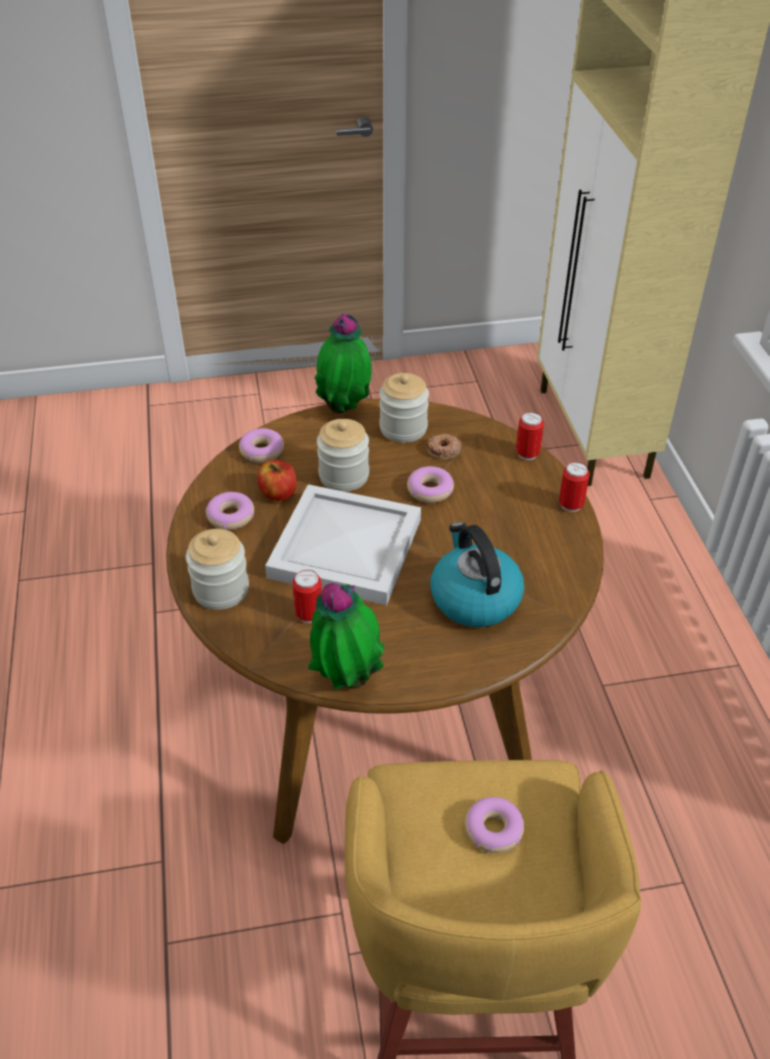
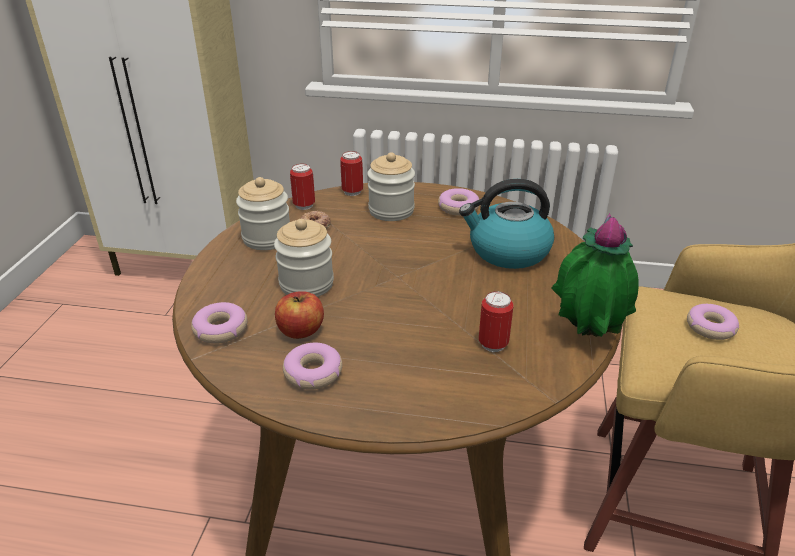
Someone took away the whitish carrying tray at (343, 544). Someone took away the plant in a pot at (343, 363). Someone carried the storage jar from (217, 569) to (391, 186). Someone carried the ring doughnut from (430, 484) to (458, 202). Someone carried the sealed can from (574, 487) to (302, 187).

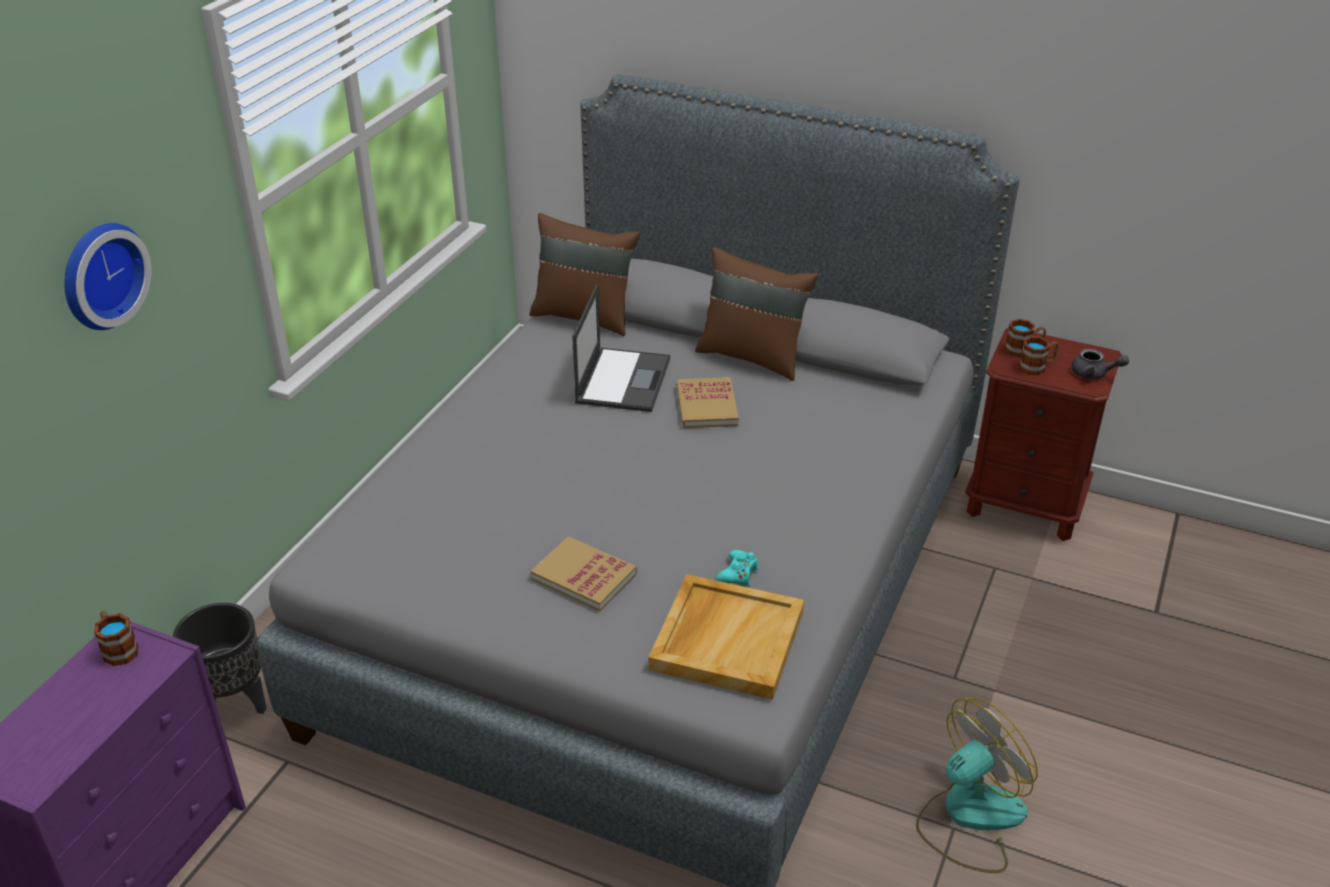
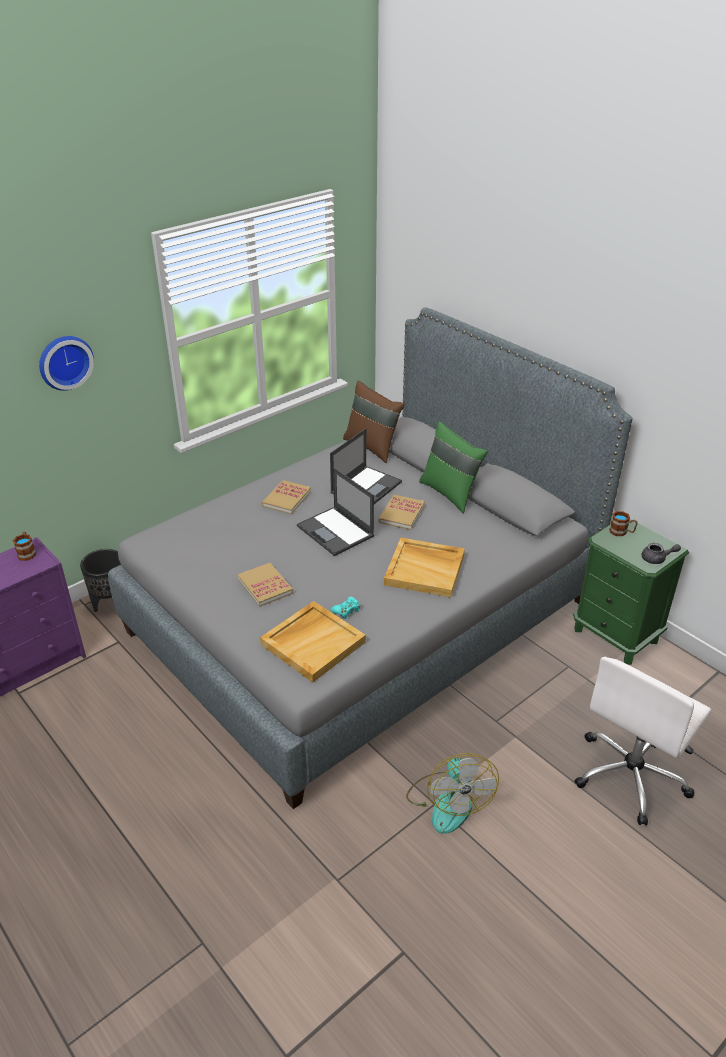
Someone took away the tea mug at (1039, 355). Someone put down the bound book at (286, 497). Someone put down the portable computer at (335, 512). Someone put down the beige carrying tray at (424, 568). Someone put down the whitish office chair at (643, 741). Someone repainted the brown-coloured cushion at (756, 314), which became the green cushion at (453, 467). Someone repainted the brown-coloured bedside table at (1043, 434), which became the green bedside table at (631, 592). Someone rotated the cooling fan at (977, 785) by 90 degrees clockwise. Someone rotated the gray tea pot at (1100, 364) by 45 degrees counterclockwise.

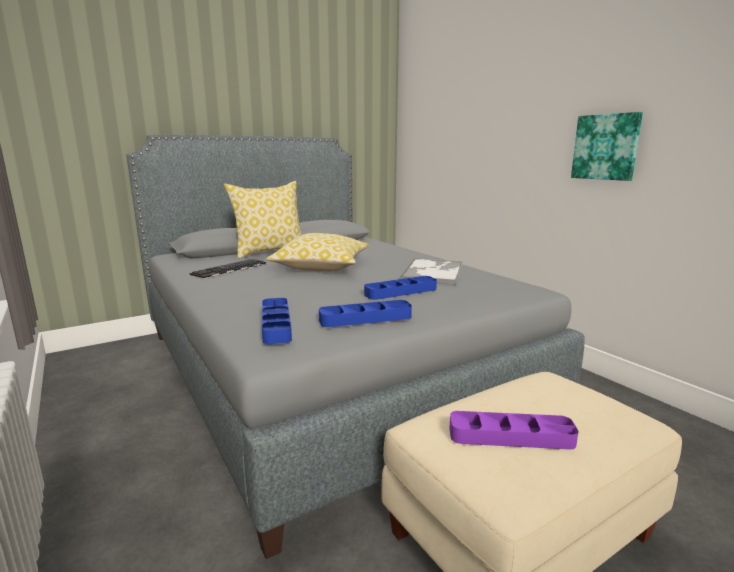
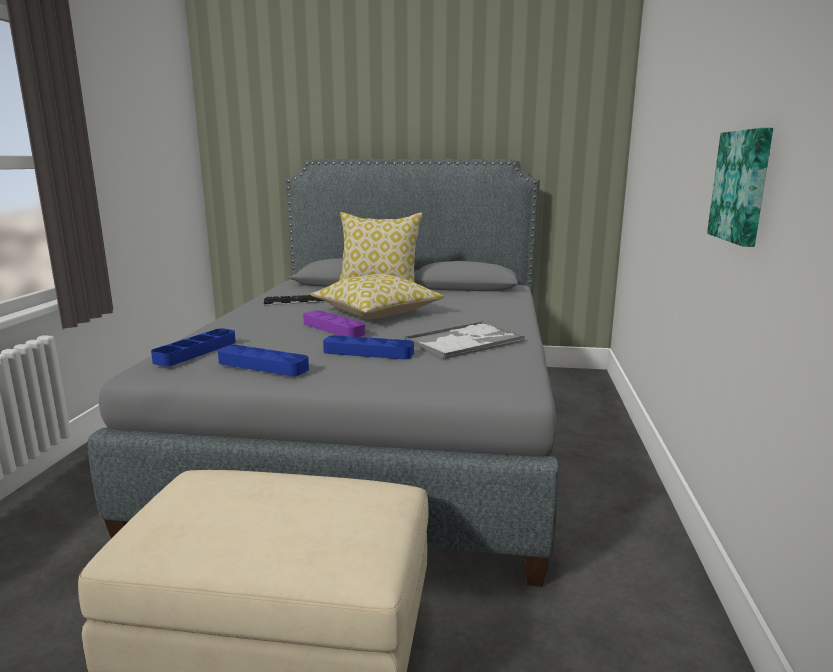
Someone carried the purple-coloured carrying tray from (513, 430) to (334, 324).

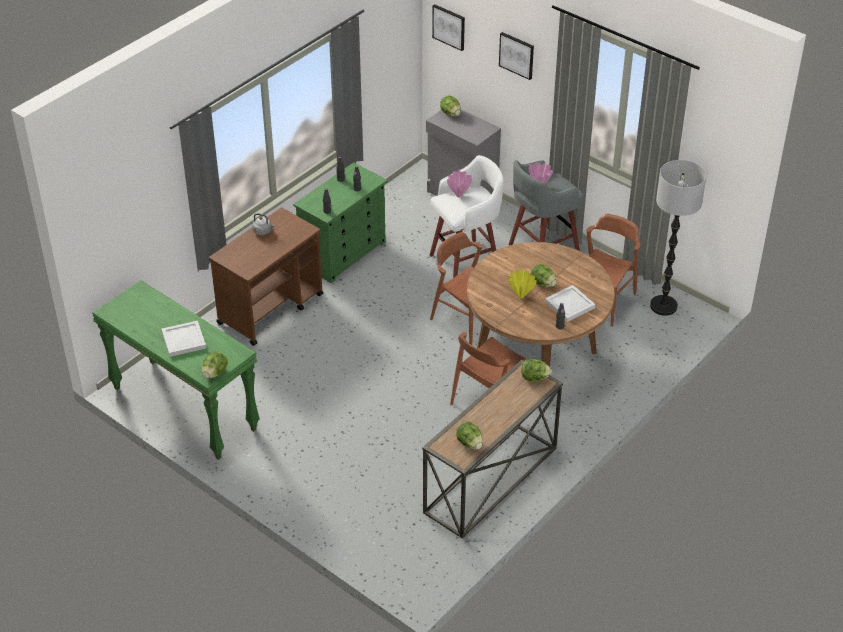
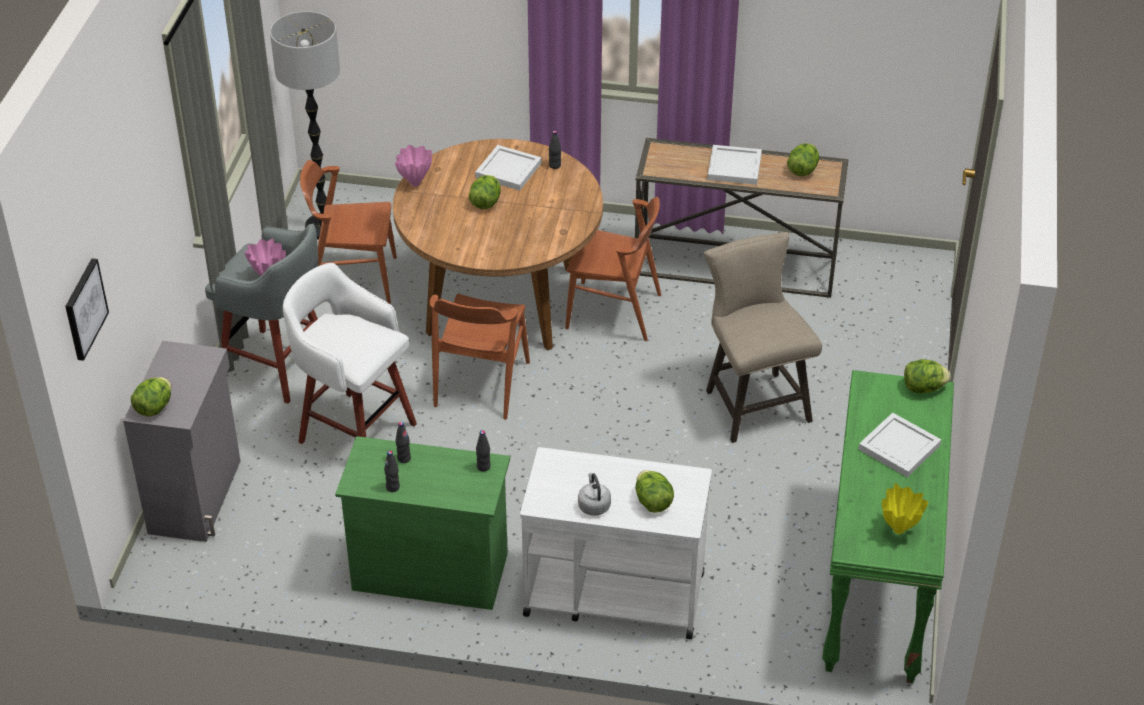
Someone took away the wall art at (516, 56). Someone put down the beige sitting stool at (763, 337). Someone put down the whitish carrying tray at (734, 165). Someone carried the pink vase from (459, 183) to (413, 166). Someone carried the yellow vase from (522, 283) to (905, 508). Someone carried the lettuce from (536, 370) to (654, 491). Someone repainted the brown-coloured wheeled cart at (266, 277), which became the whitish wheeled cart at (616, 543).

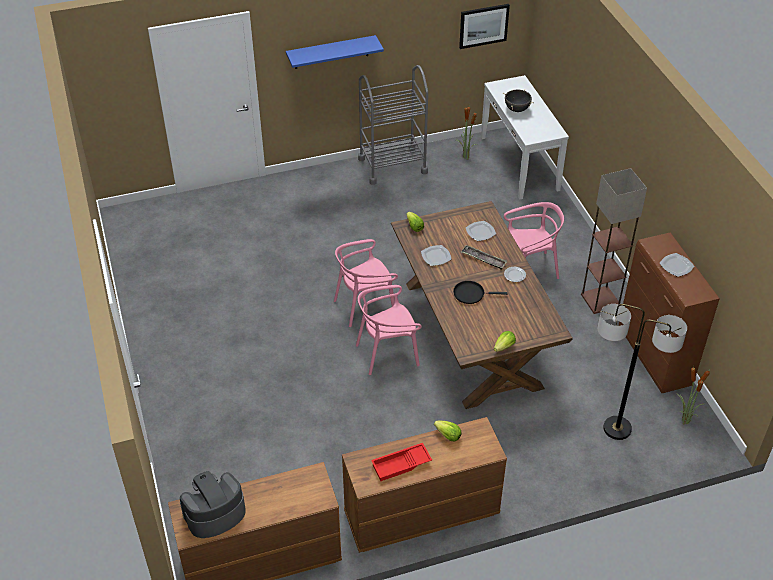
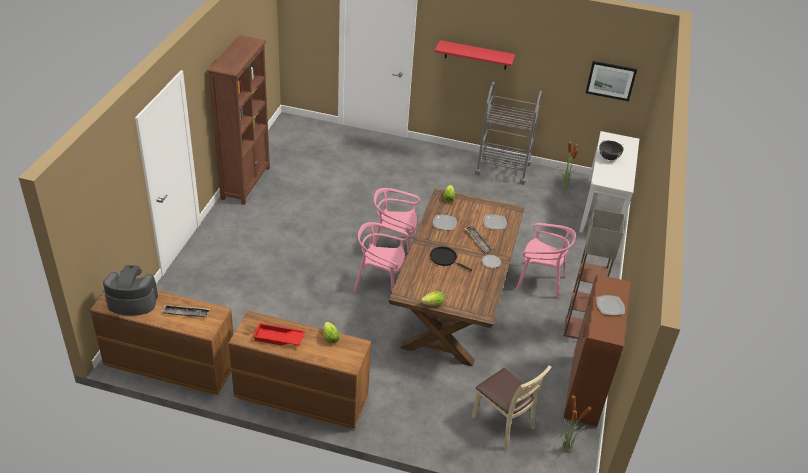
Someone put down the carrying tray at (186, 311). Someone put down the brown-coloured shelving unit at (238, 120). Someone swapped the standard lamp at (642, 372) for the beige plain chair at (512, 407). Someone repainted the bluish shelf at (335, 52), which became the red shelf at (475, 55).

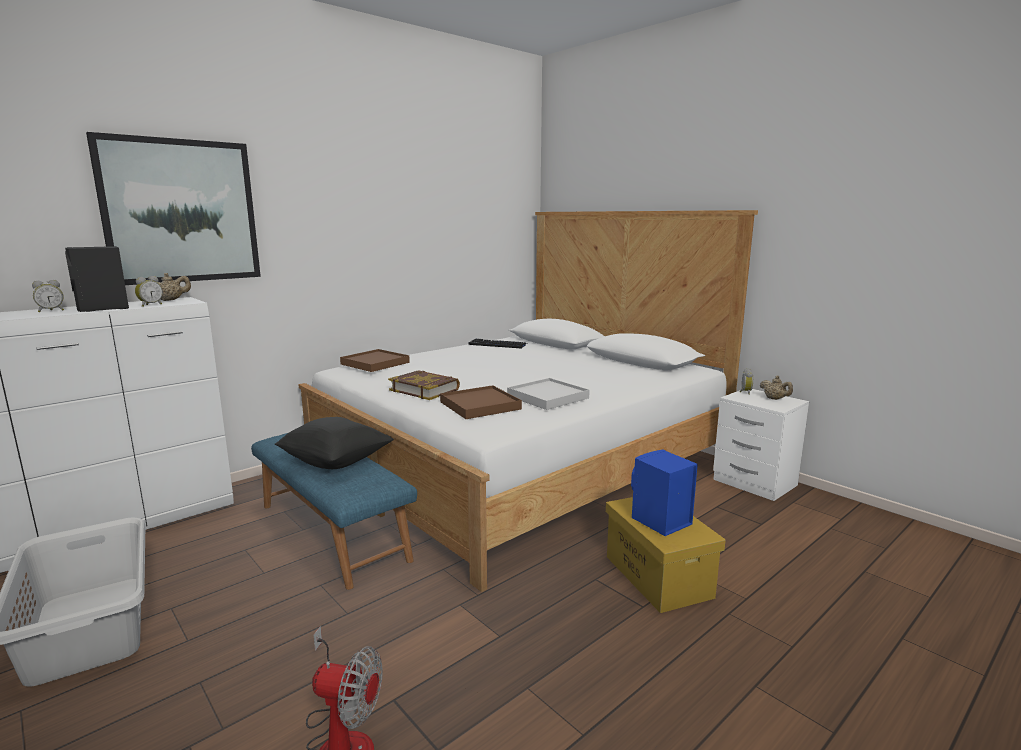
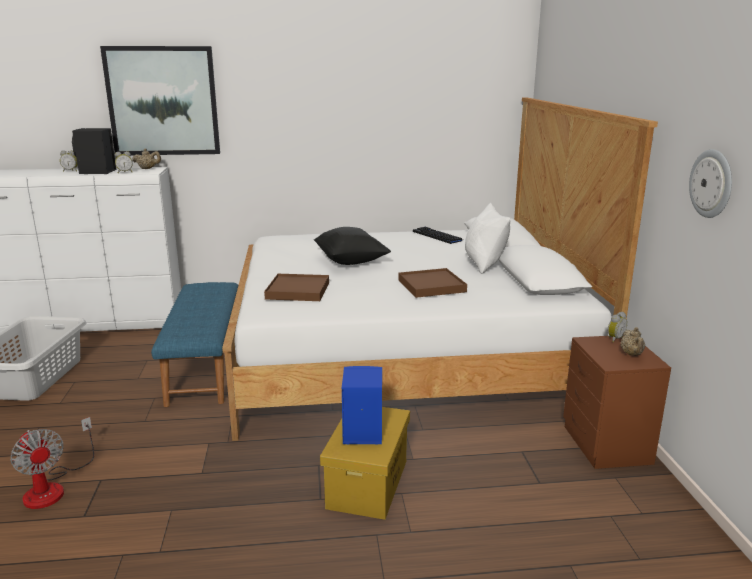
Someone took away the bound book at (424, 385). Someone took away the whitish carrying tray at (548, 394). Someone put down the whitish cushion at (487, 238). Someone put up the hanging clock at (710, 183). Someone carried the black cushion from (334, 443) to (352, 246). Someone carried the brown-coloured carrying tray from (375, 360) to (432, 283). Someone repainted the whitish bedside table at (761, 445), which became the brown-coloured bedside table at (617, 402).

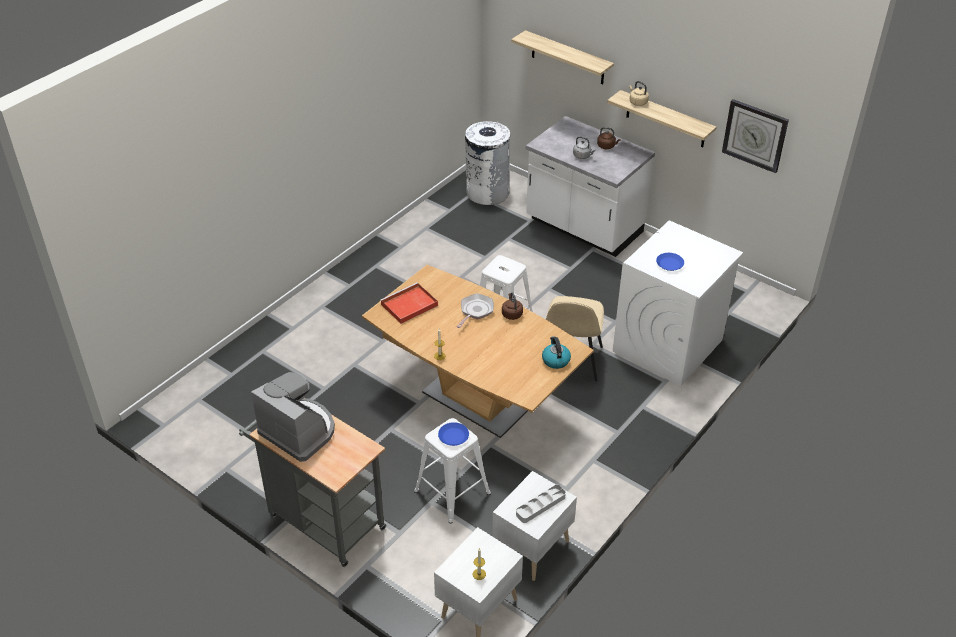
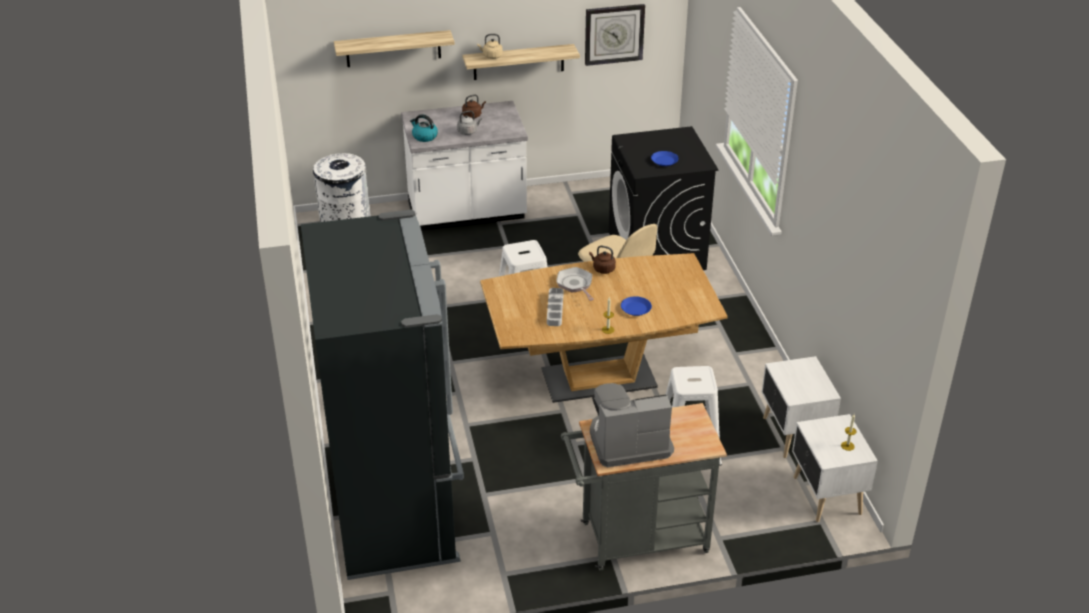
Someone took away the red carrying tray at (409, 303). Someone put down the black fridge at (382, 395). Someone carried the bluish dinner plate from (453, 434) to (636, 306). Someone carried the gray carrying tray from (541, 504) to (555, 307). Someone carried the tea kettle from (556, 352) to (424, 128). Someone repainted the whitish laundry machine at (678, 303), which became the black laundry machine at (664, 198).

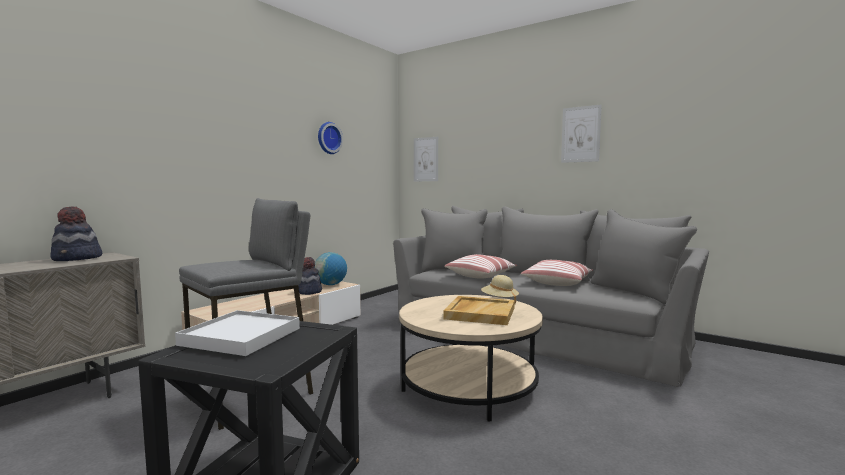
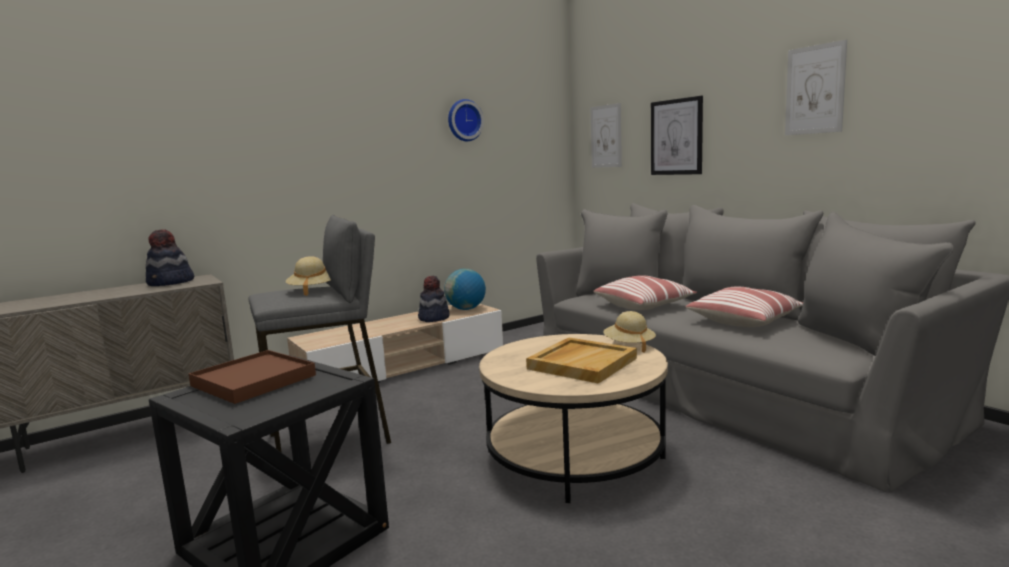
Someone put down the beige wearable hat at (308, 276). Someone put up the wall art at (677, 135). Someone repainted the whitish carrying tray at (237, 333), which became the brown-coloured carrying tray at (252, 377).

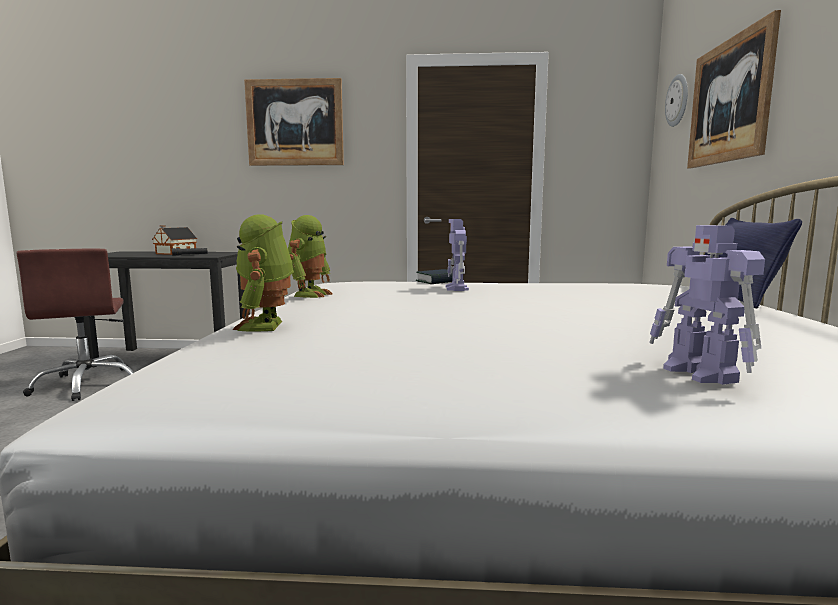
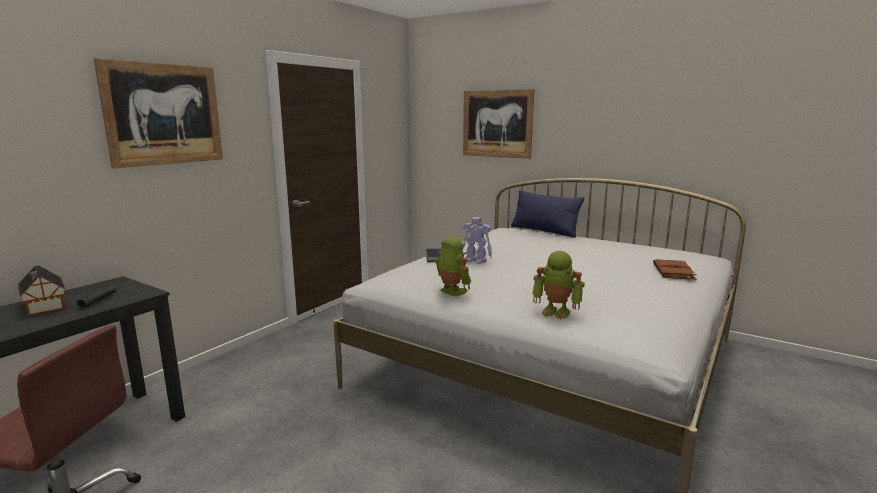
Someone took away the hanging clock at (676, 100). Someone swapped the toy robot at (707, 305) for the brown-coloured bound book at (675, 270).

